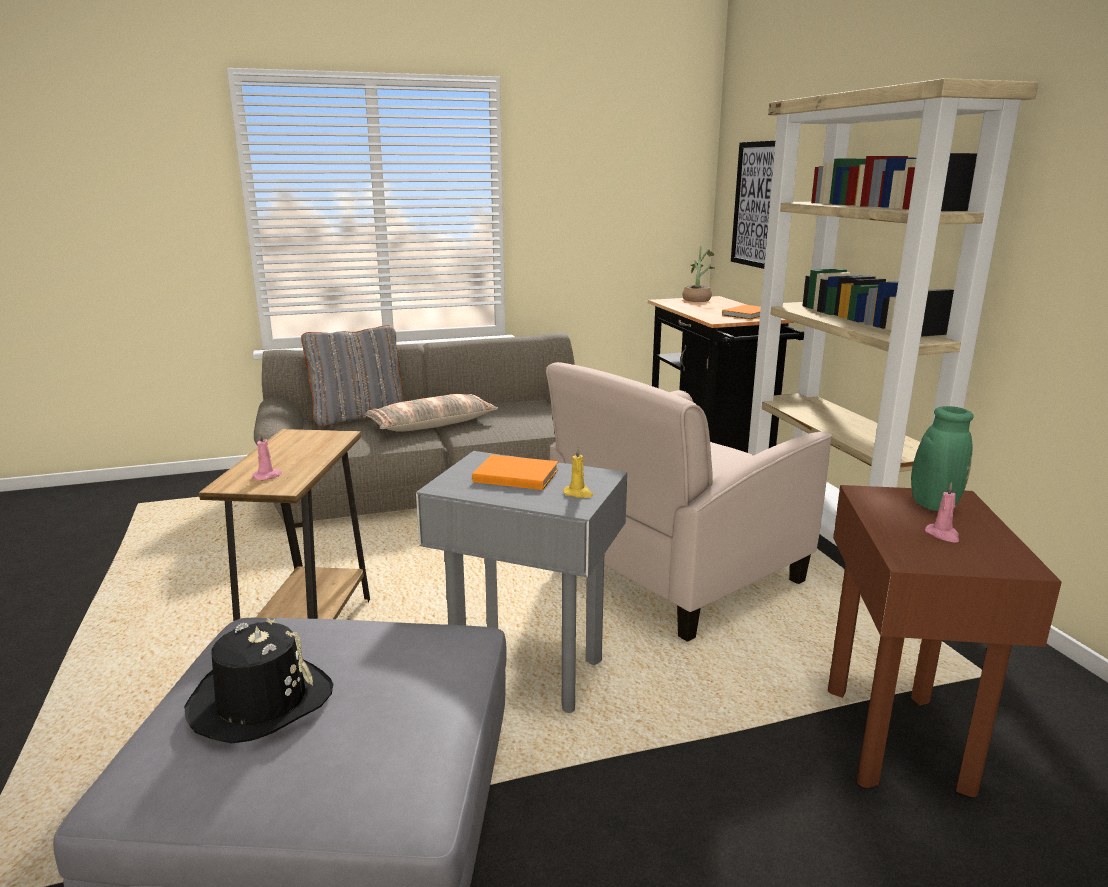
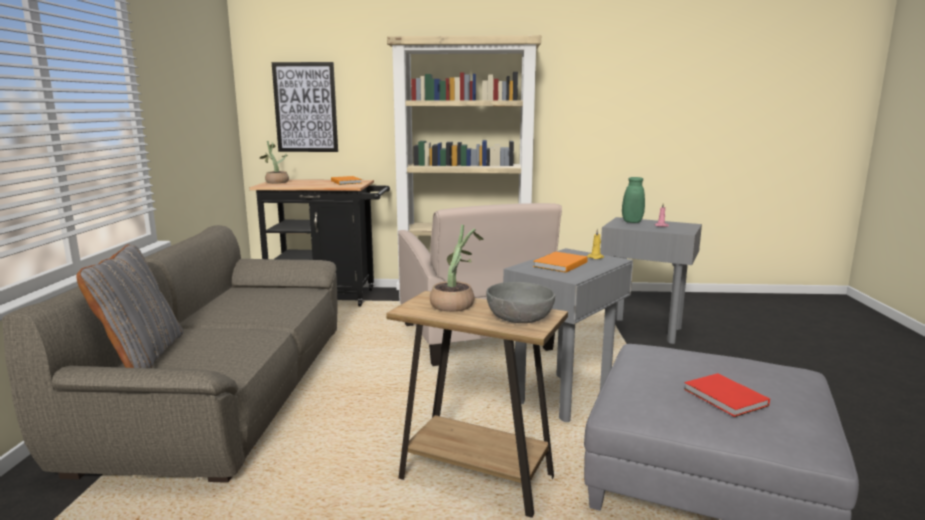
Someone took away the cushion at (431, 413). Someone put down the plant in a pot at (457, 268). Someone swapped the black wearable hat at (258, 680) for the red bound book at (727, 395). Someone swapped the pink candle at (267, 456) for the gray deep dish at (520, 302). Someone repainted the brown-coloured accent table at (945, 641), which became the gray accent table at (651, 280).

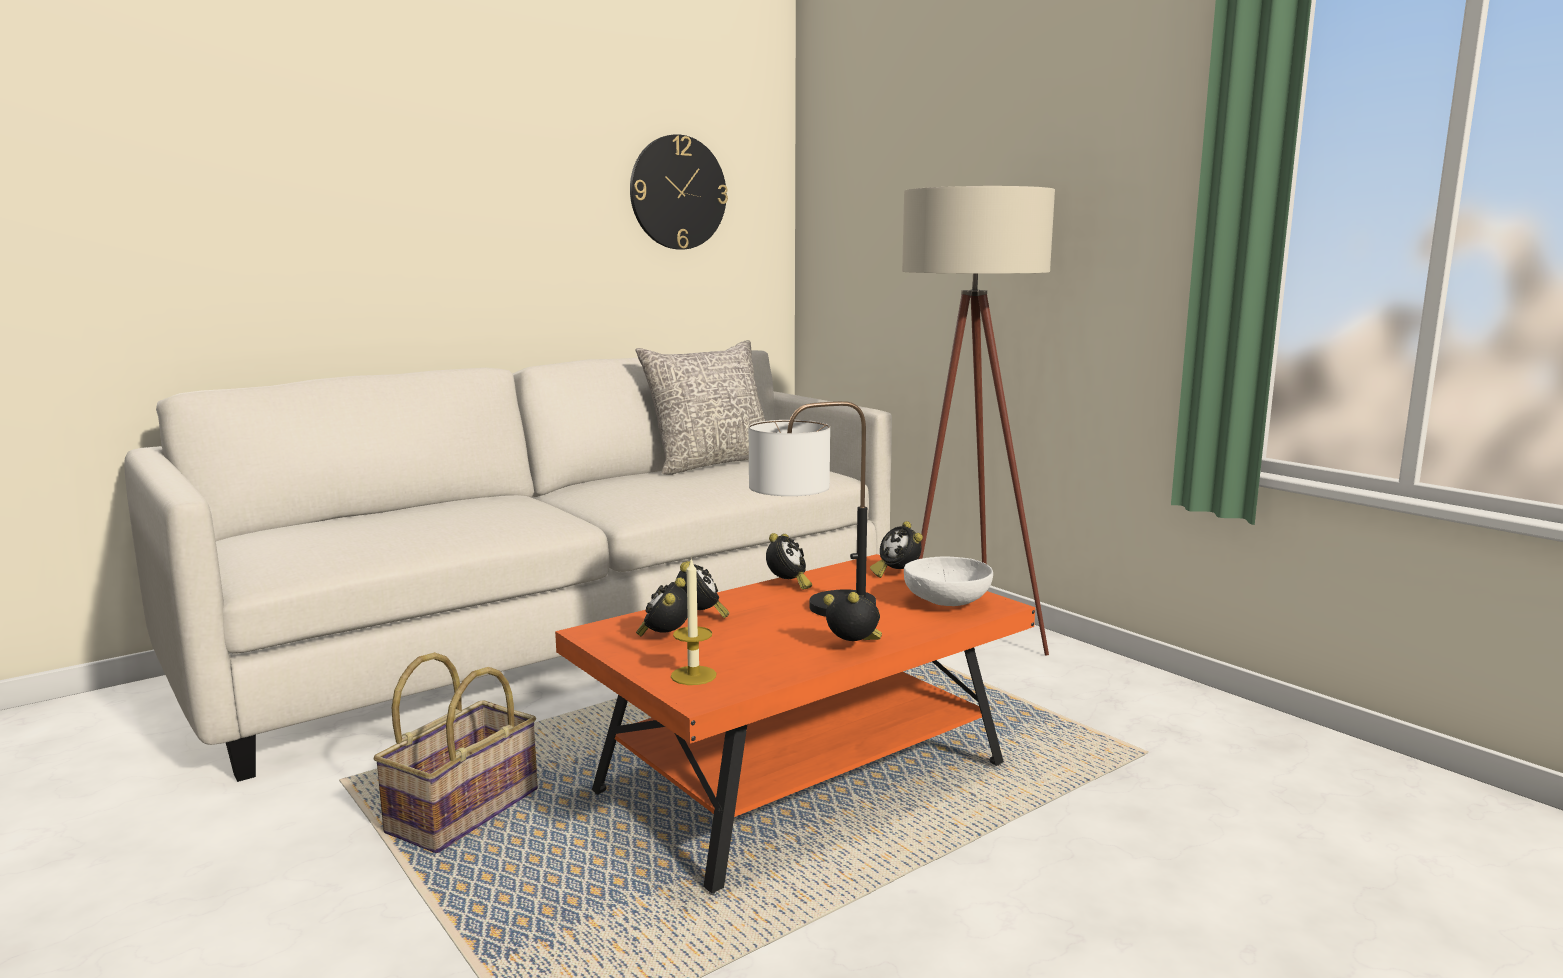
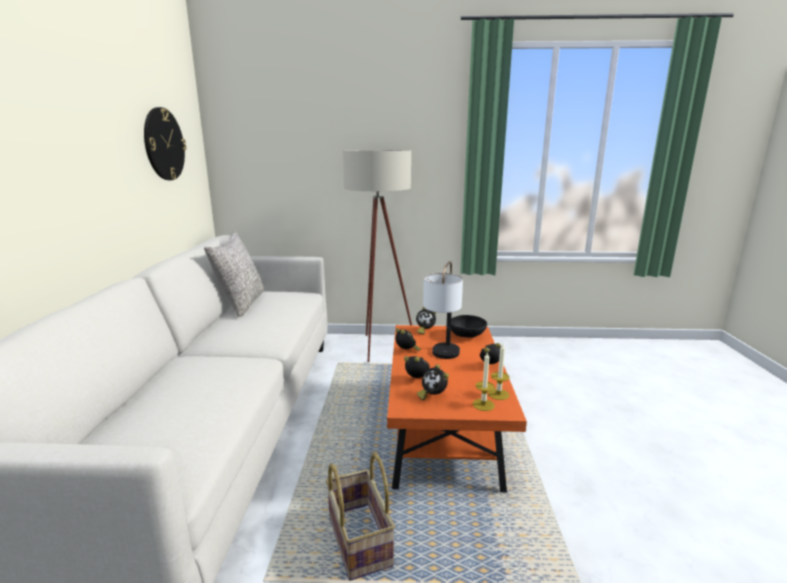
Someone put down the candle at (498, 372). Someone repainted the whitish deep dish at (948, 581), which became the black deep dish at (469, 326).

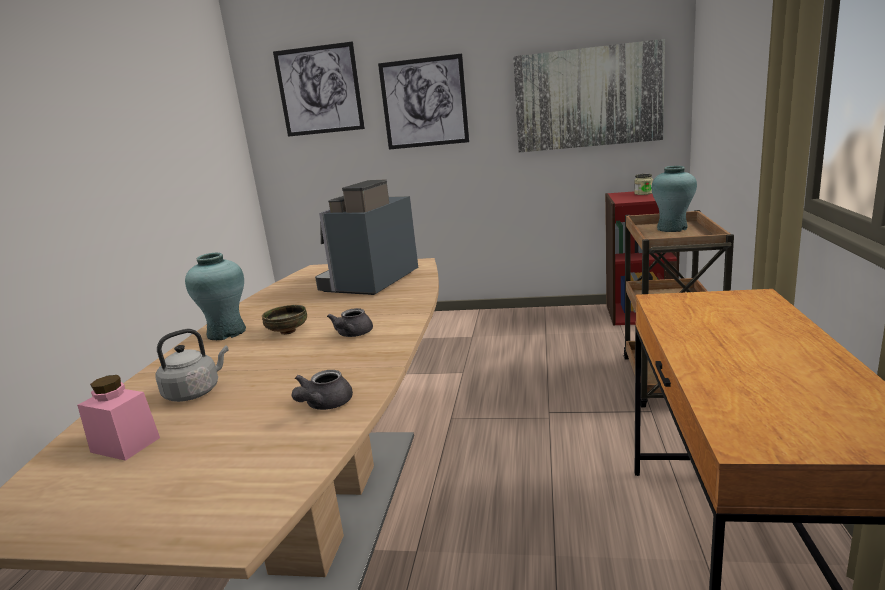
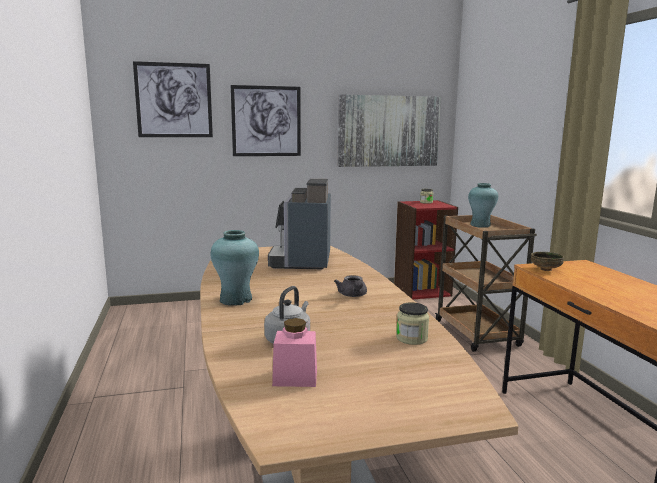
Someone carried the deep dish from (284, 320) to (547, 261). Someone swapped the gray tea pot at (322, 390) for the storage jar at (412, 323).

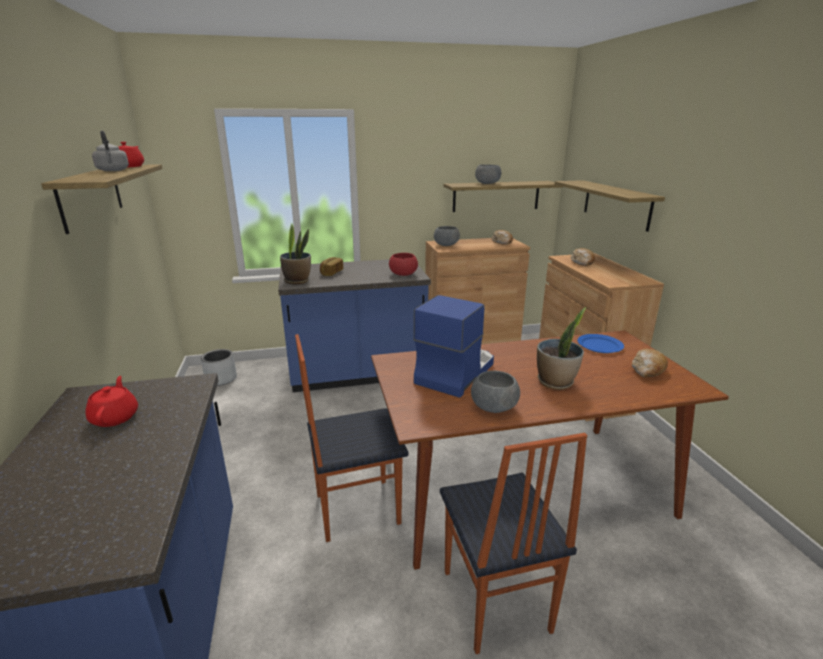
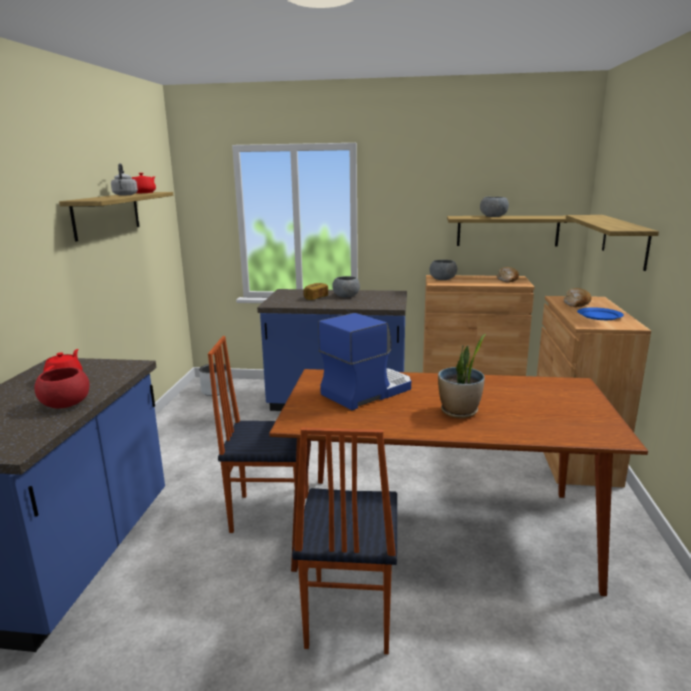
Someone took away the plant in a pot at (295, 254). Someone took away the bakery bread at (650, 363). Someone carried the red deep dish from (403, 264) to (61, 388). Someone carried the gray deep dish from (495, 392) to (346, 286). Someone carried the bluish dinner plate from (601, 343) to (600, 313).

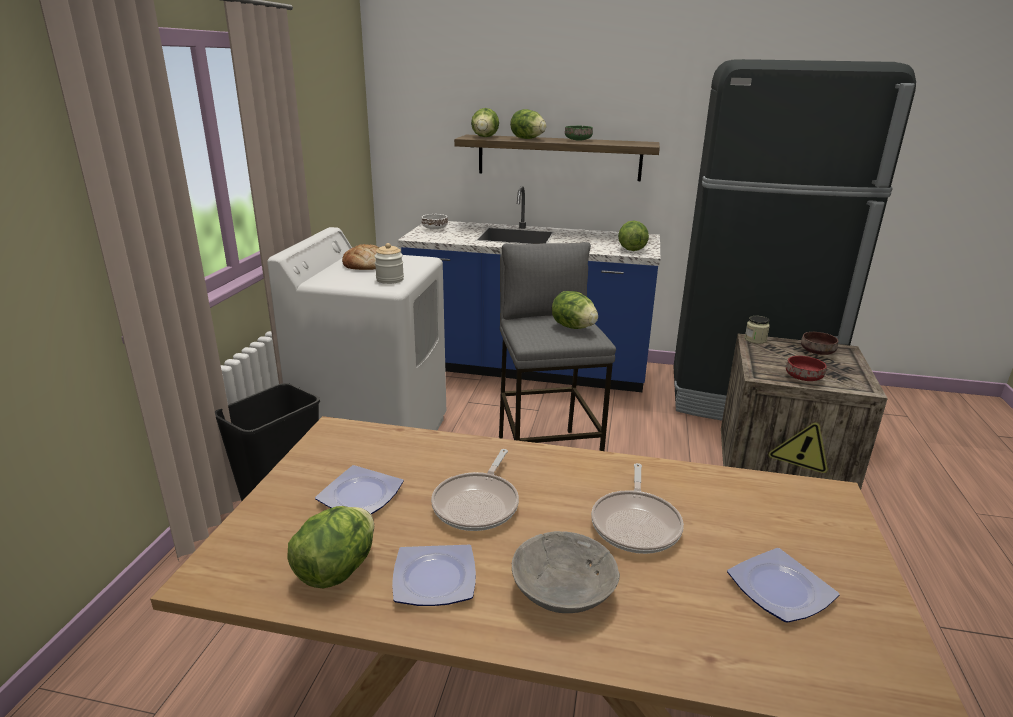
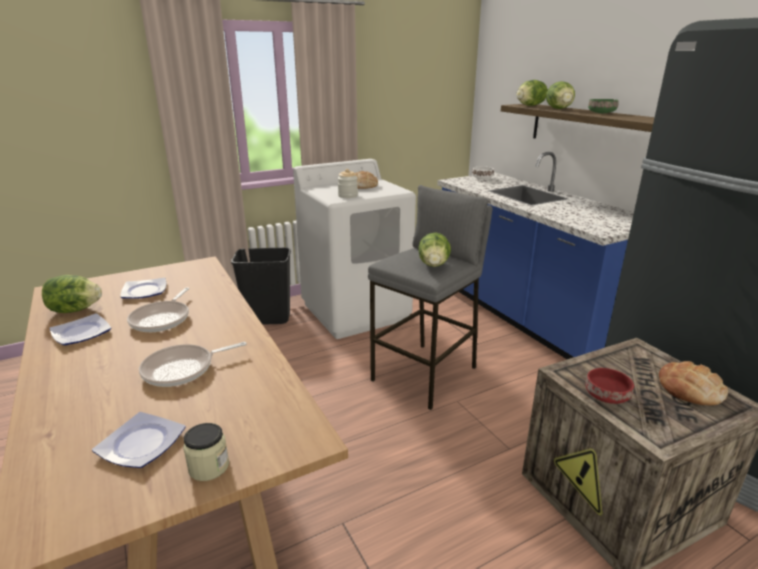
Someone took away the gray deep dish at (566, 572). Someone took away the lettuce at (633, 235). Someone carried the storage jar from (757, 330) to (206, 452). Someone swapped the brown-coloured deep dish at (819, 343) for the bakery bread at (693, 383). Someone rotated the pan at (475, 490) by 60 degrees counterclockwise.

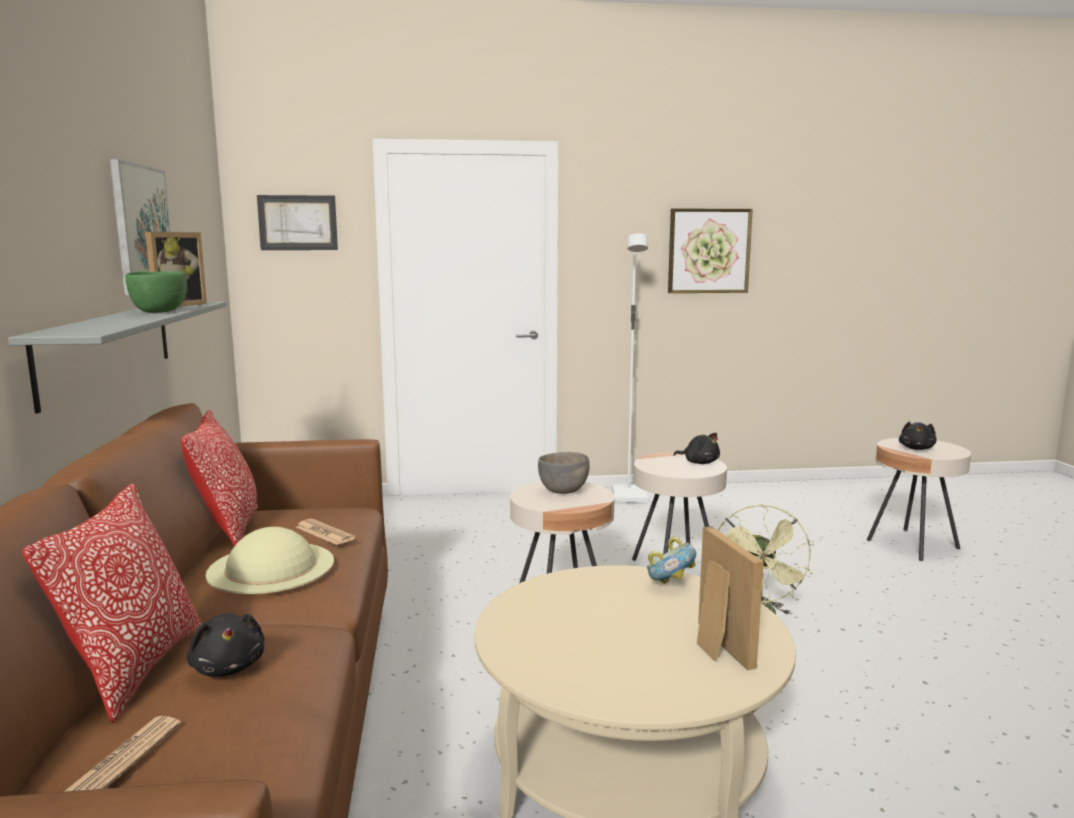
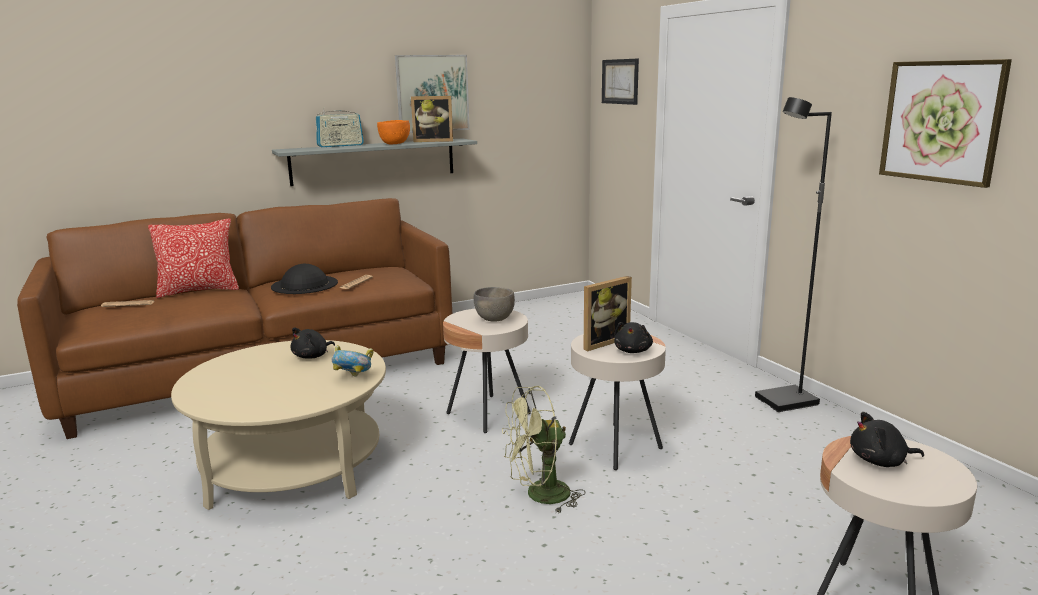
Someone took away the cushion at (219, 478). Someone put down the radio receiver at (339, 127). Someone carried the black soft toy from (225, 645) to (313, 343). Someone carried the standing frame from (730, 598) to (607, 313). Someone repainted the green deep dish at (156, 292), which became the orangey deep dish at (393, 132). Someone repainted the beige wearable hat at (270, 560), which became the black wearable hat at (304, 279). Someone repainted the whitish standard lamp at (630, 368), which became the black standard lamp at (793, 254).

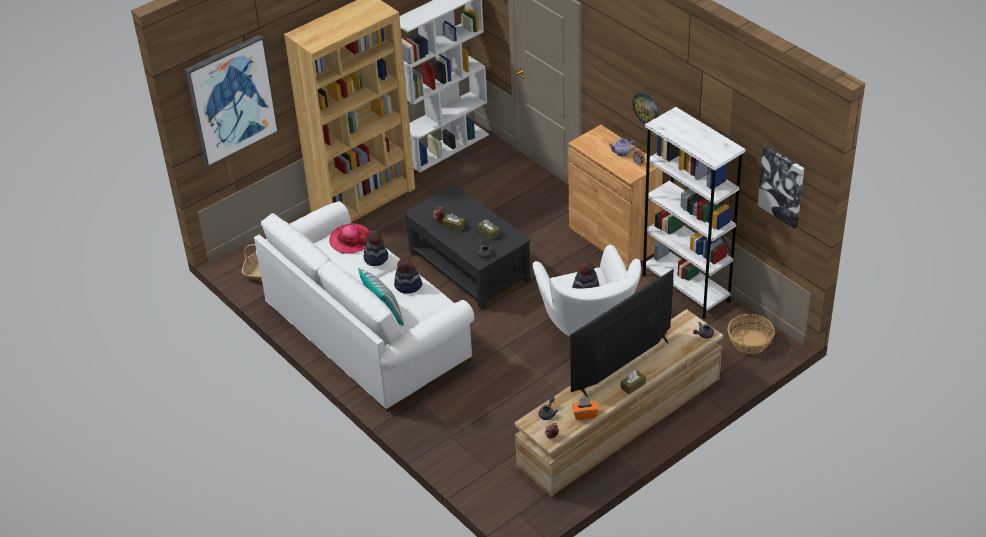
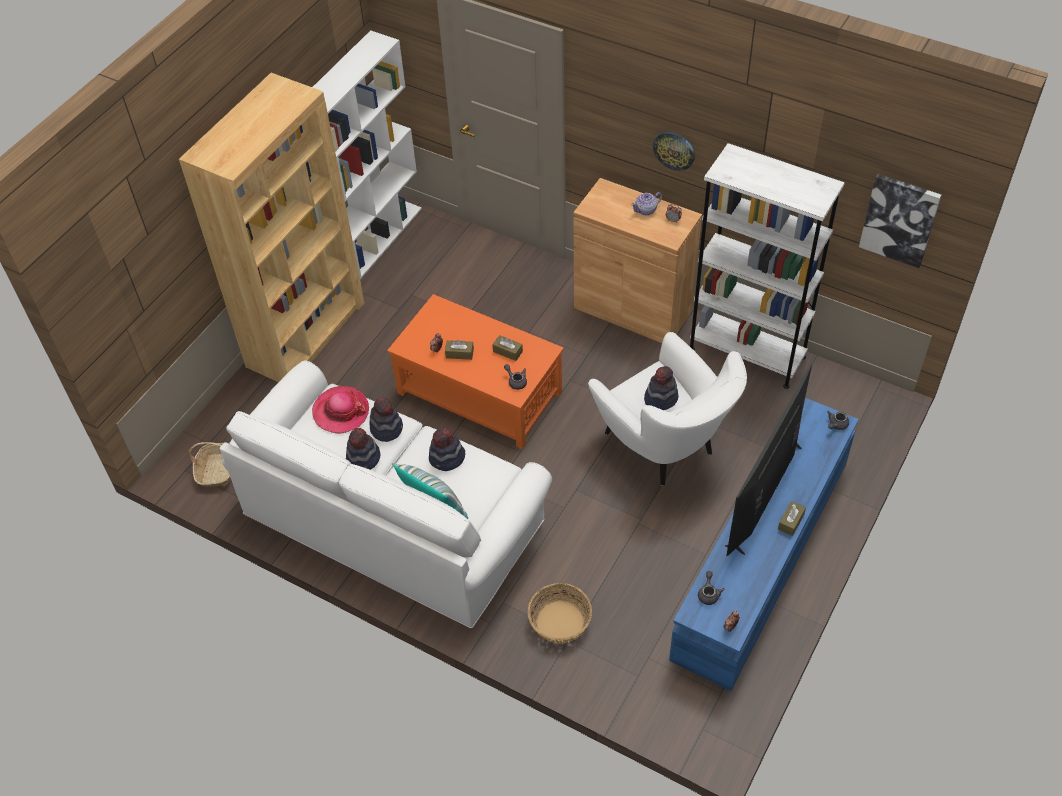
Someone took away the wall art at (232, 101). Someone took away the orangey tissue box at (585, 409). Someone put down the wearable hat at (363, 449). Someone carried the storage basket from (751, 334) to (560, 613). Someone repainted the black lounge table at (467, 247), which became the orangey lounge table at (475, 371). Someone repainted the beige media console at (619, 402), which became the bluish media console at (764, 544).

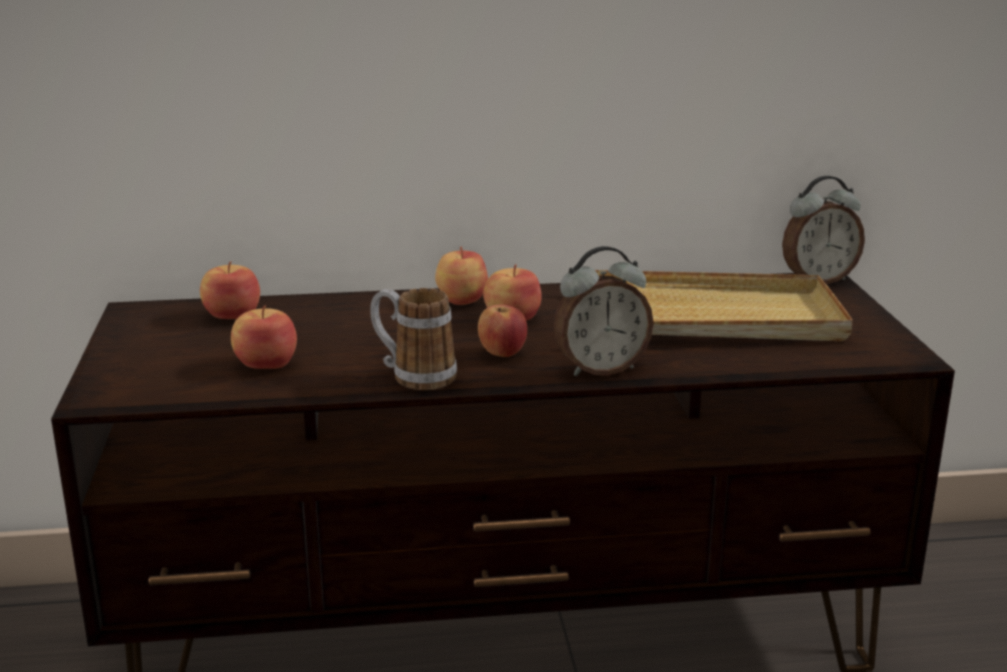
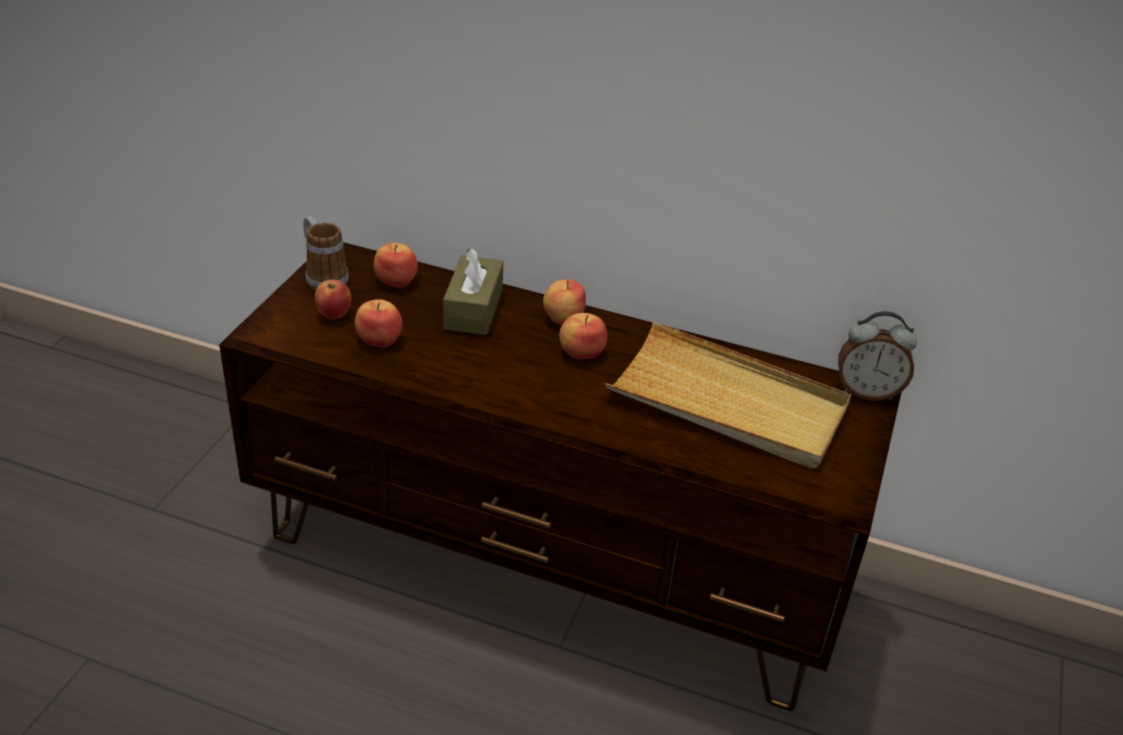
Someone took away the bedside clock at (604, 311). Someone put down the brown-coloured tissue box at (473, 291). Someone carried the tea mug from (413, 339) to (326, 253). Someone carried the apple from (502, 331) to (333, 299).

